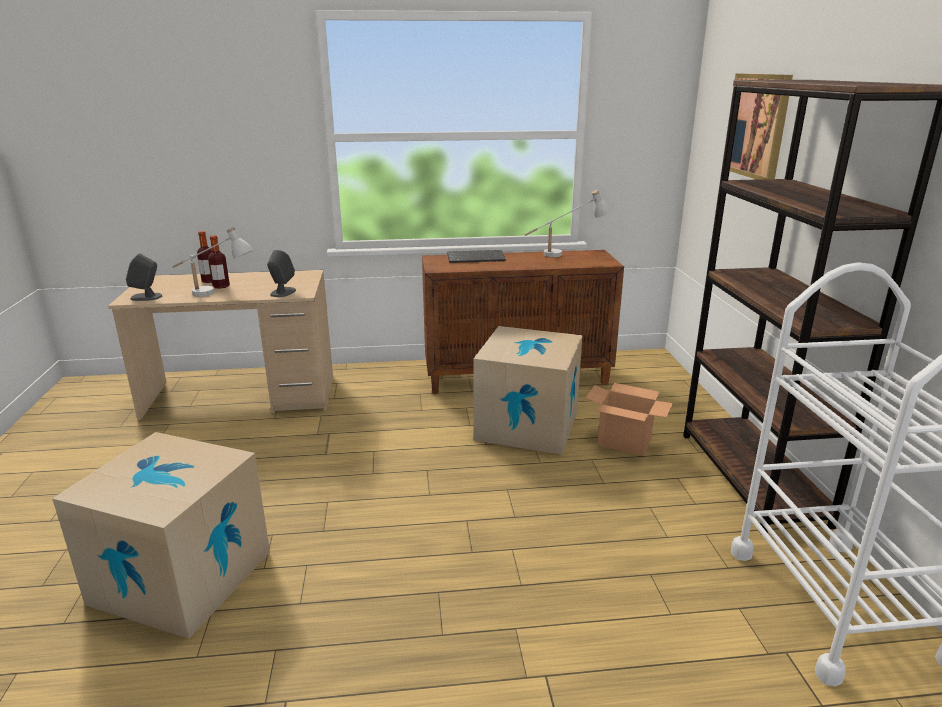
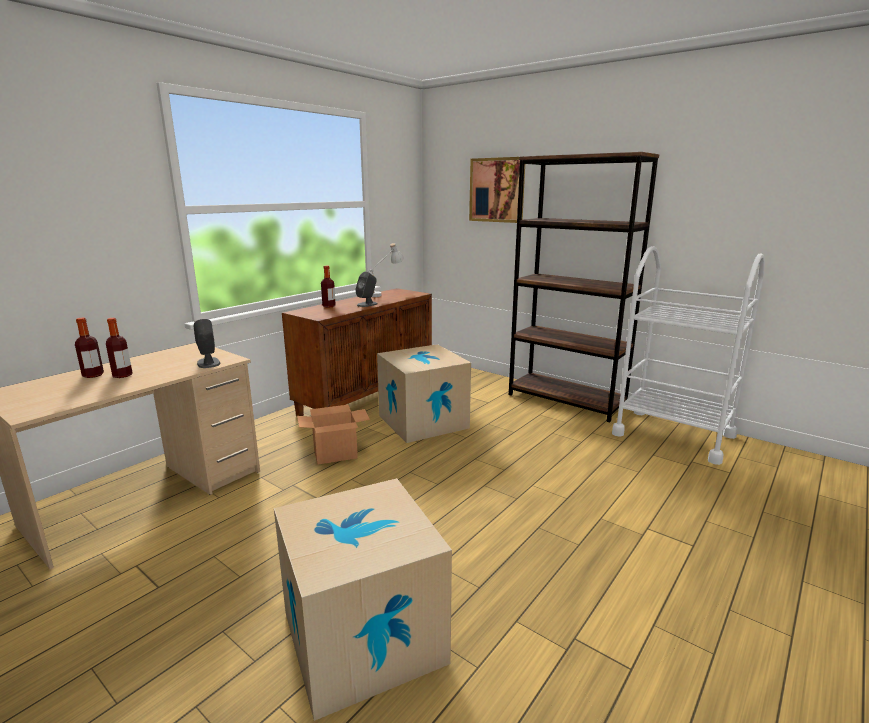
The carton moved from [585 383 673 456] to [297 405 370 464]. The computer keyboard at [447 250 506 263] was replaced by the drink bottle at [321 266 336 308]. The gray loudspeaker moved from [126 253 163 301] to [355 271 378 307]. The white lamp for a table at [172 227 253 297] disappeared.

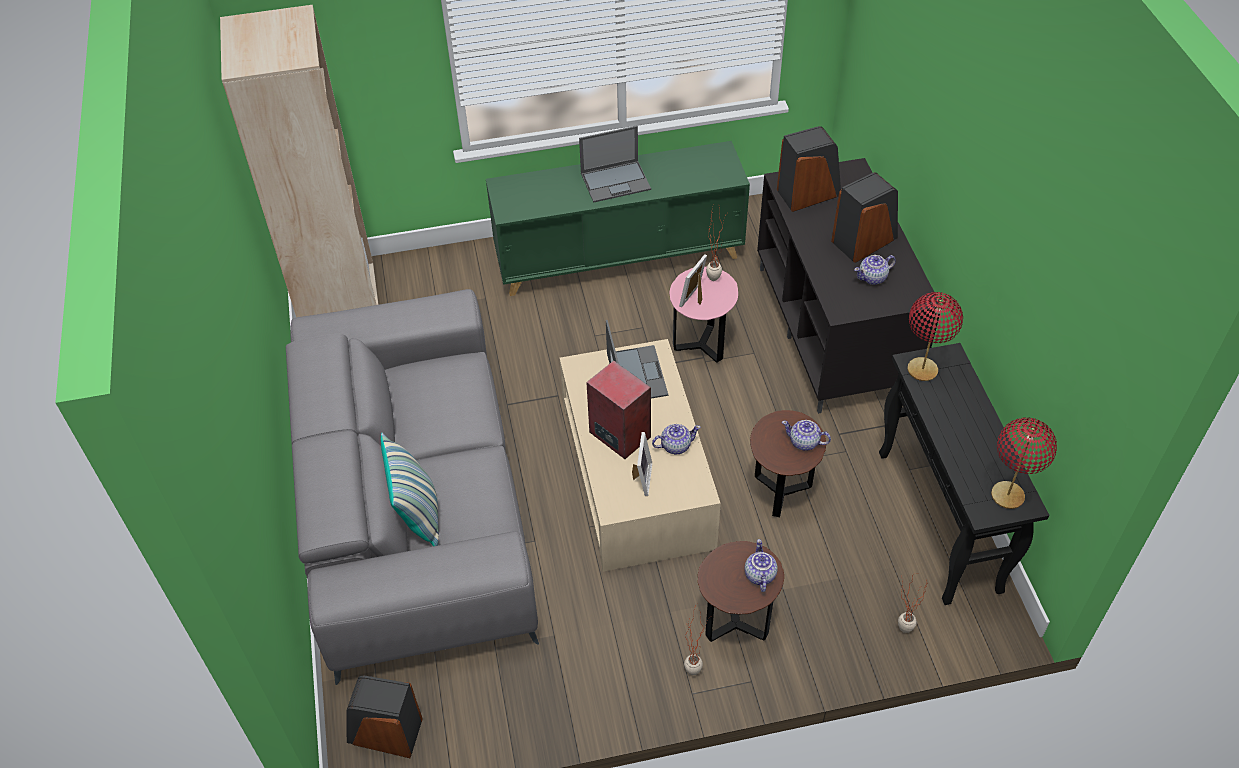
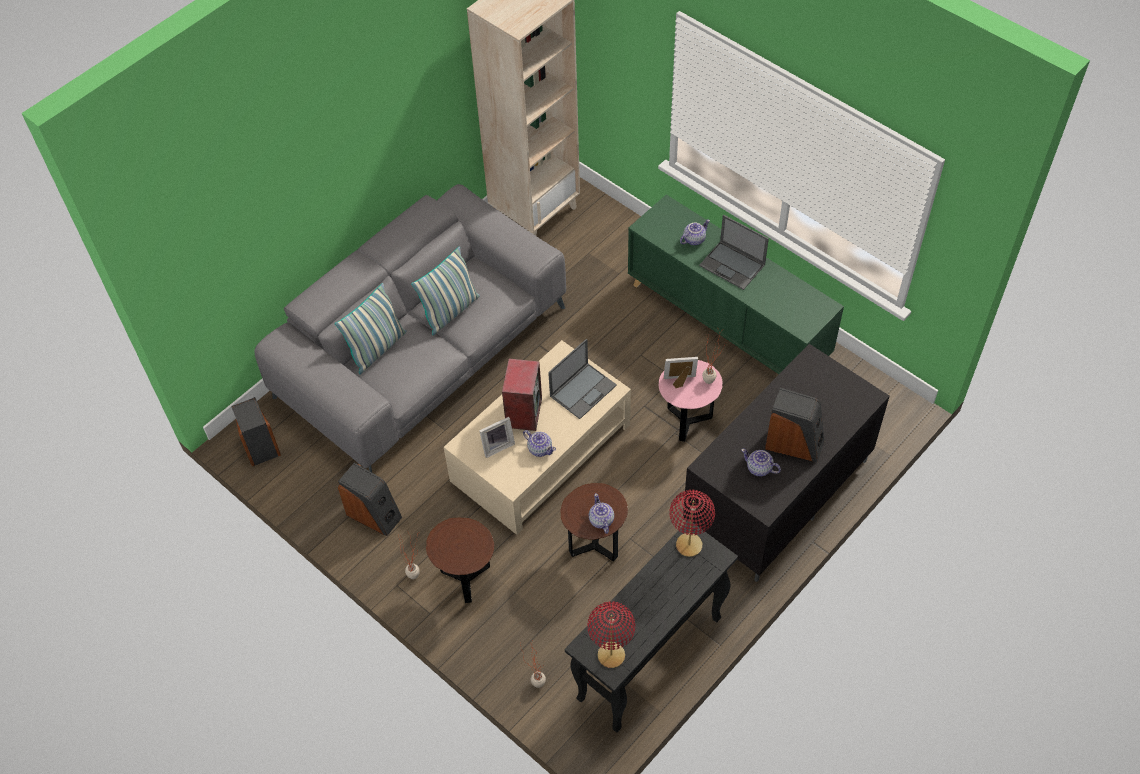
The loudspeaker moved from [777 126 841 212] to [338 463 402 536]. The throw pillow at [411 246 480 335] appeared. The tea pot moved from [745 539 778 592] to [680 220 710 245].

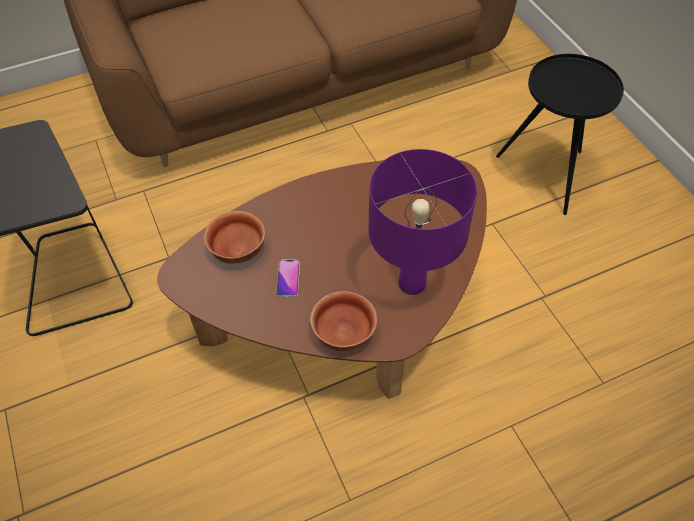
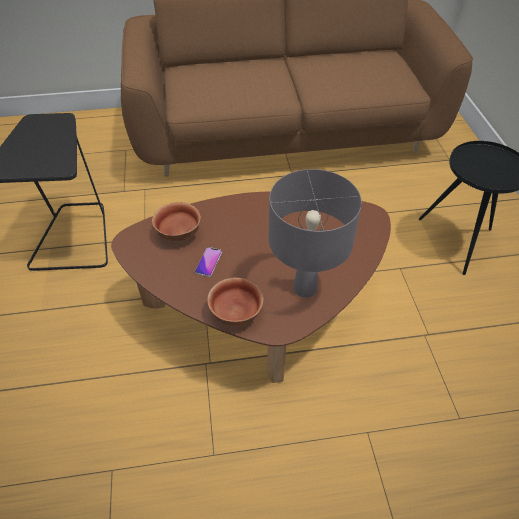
The purple-coloured lamp for a table at [369 149 477 295] became the gray lamp for a table at [269 169 362 298].

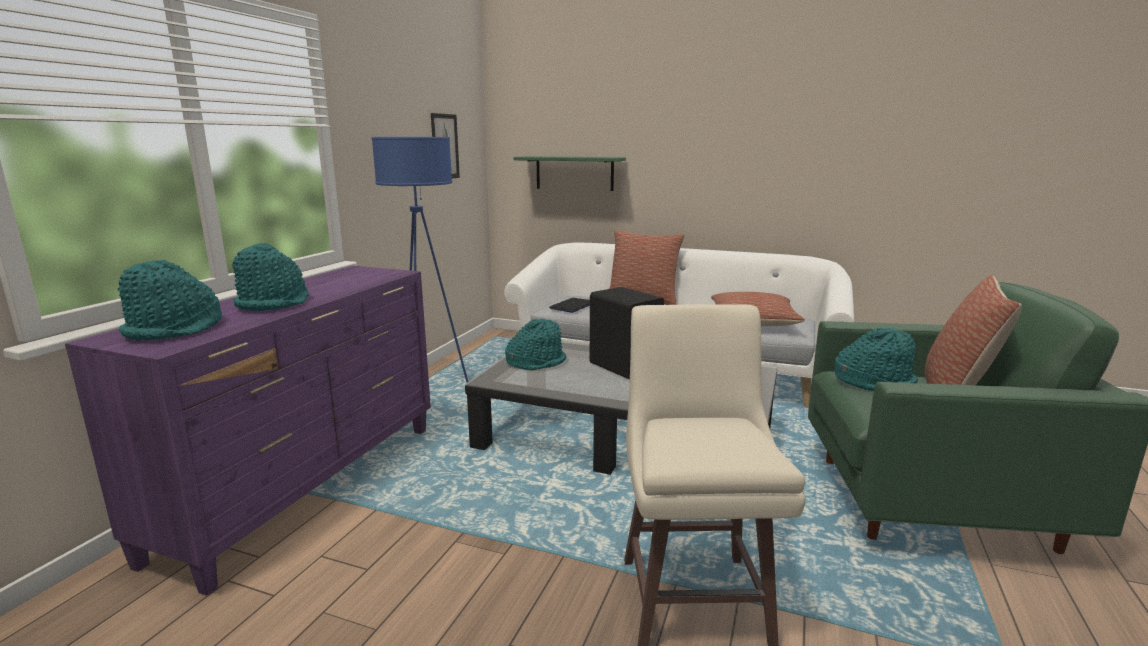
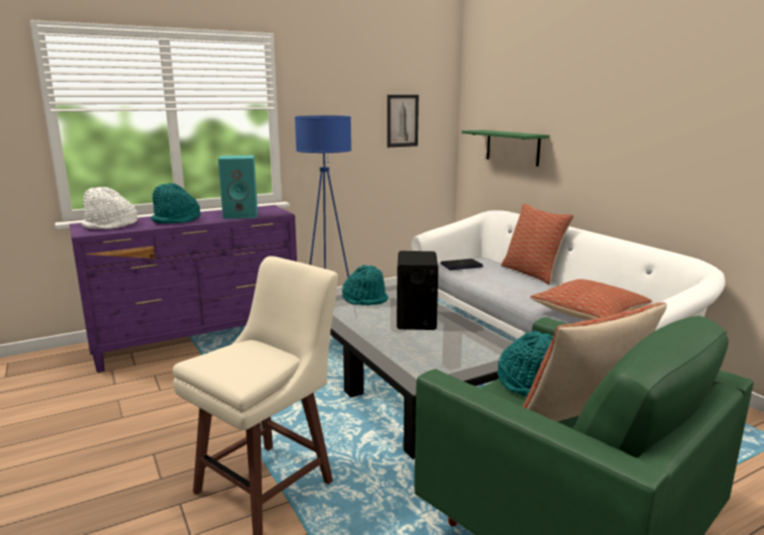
The turquoise-coloured hat at [118 260 222 340] became the white hat at [81 187 138 229]. The turquoise-coloured loudspeaker at [218 155 258 219] appeared.

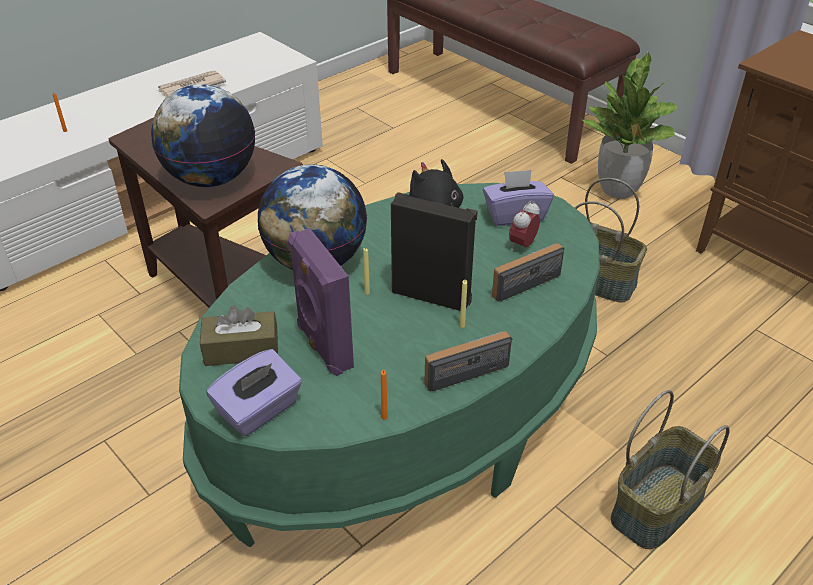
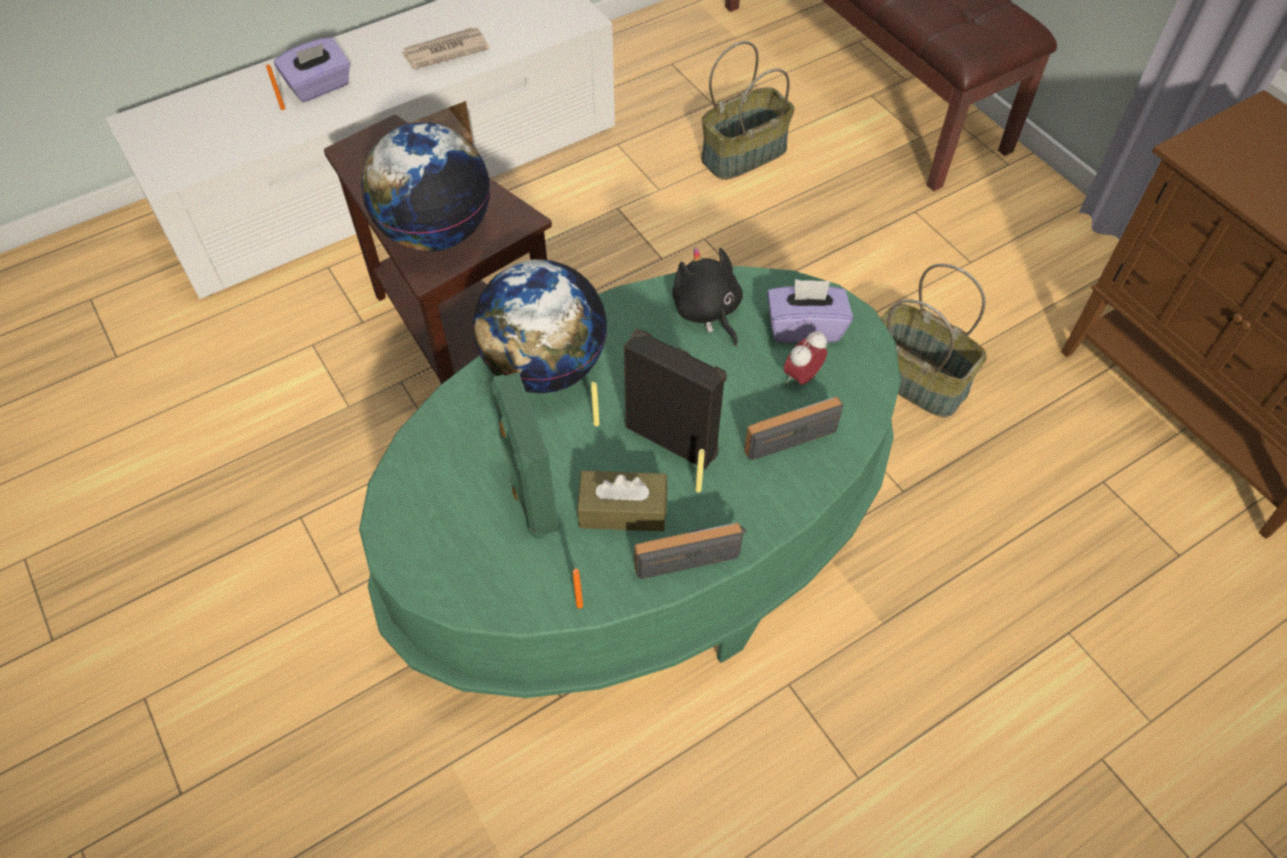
The purple-coloured tissue box moved from [206 349 302 436] to [274 38 350 102]. The purple-coloured loudspeaker at [288 228 354 376] became the greenish loudspeaker at [490 372 559 539]. The brownish tissue box moved from [200 305 278 366] to [577 471 667 531]. The basket moved from [611 390 730 549] to [701 41 795 180]. The plant in a pot at [581 51 678 199] disappeared.

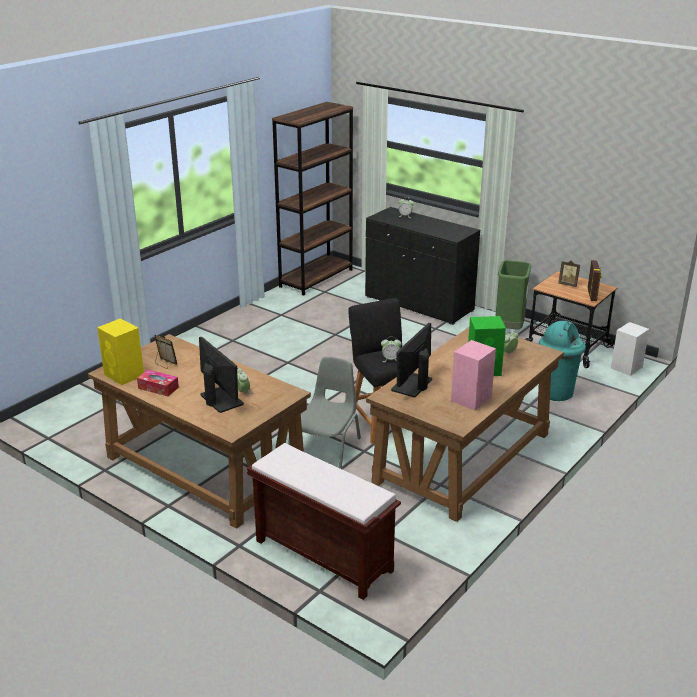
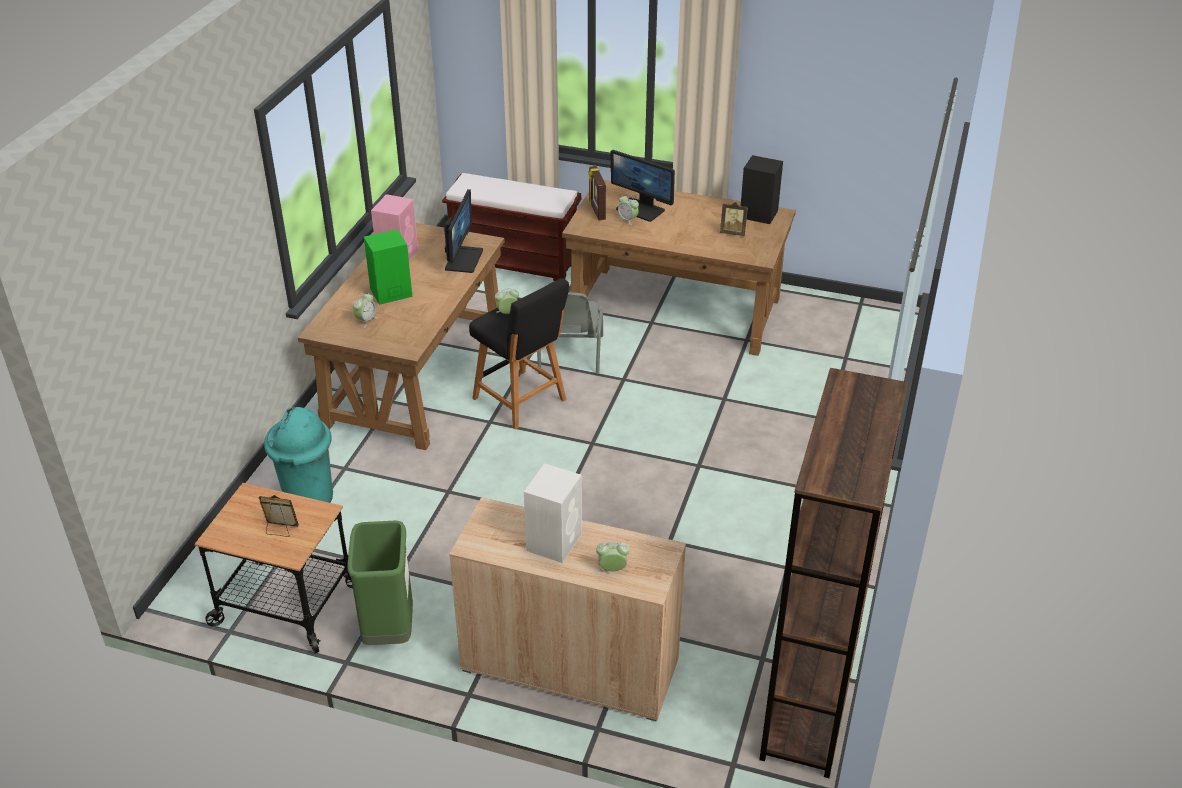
The blackish cabinet at [365 207 480 325] became the beige cabinet at [449 497 686 721]. The white loudspeaker moved from [611 322 649 376] to [524 463 582 563]. The photo frame moved from [587 260 602 301] to [588 166 606 220]. The yellow-coloured loudspeaker at [97 318 144 385] became the blackish loudspeaker at [741 155 783 224]. The tissue box at [137 370 179 396] disappeared.

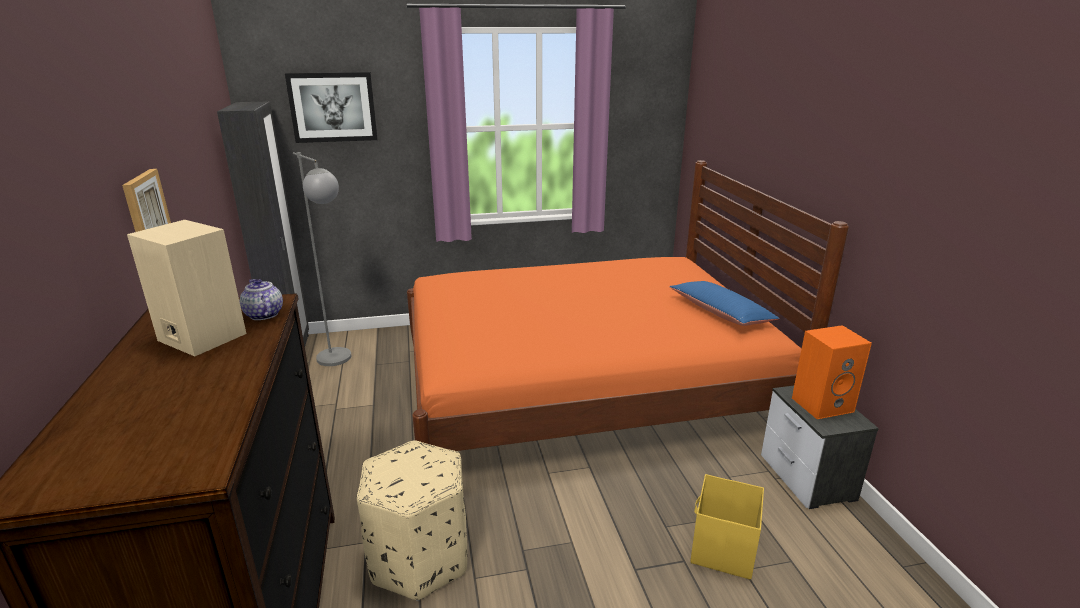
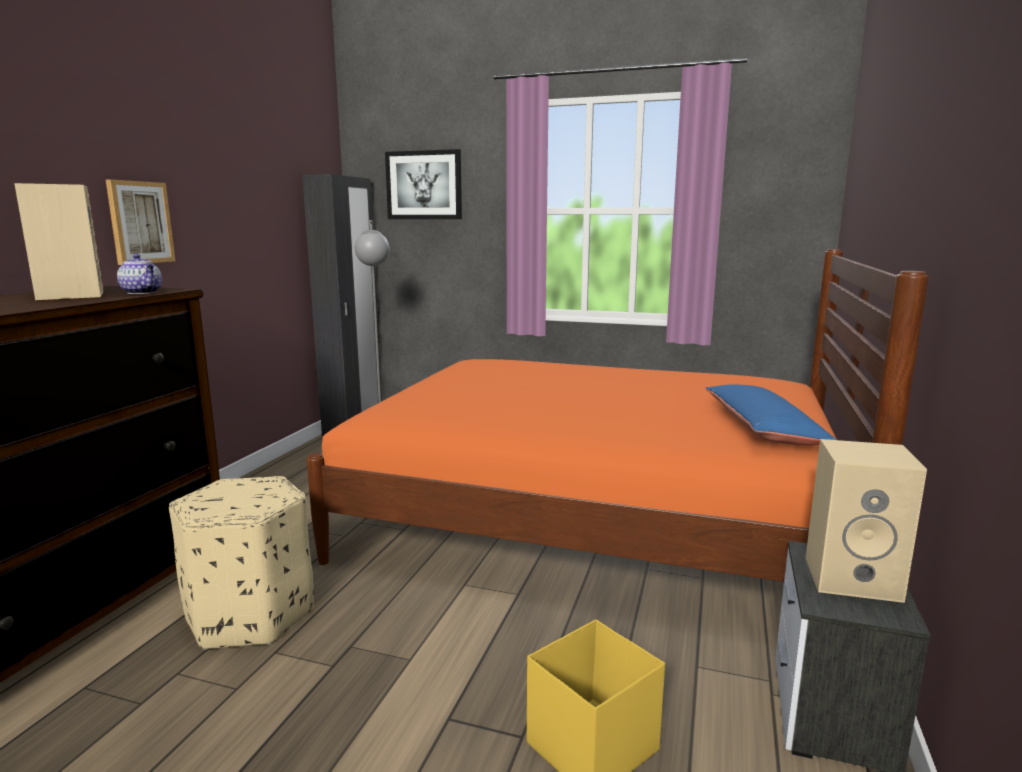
The tea pot at [240 279 283 320] turned 135 degrees clockwise. The orange-coloured loudspeaker at [792 325 872 419] became the beige loudspeaker at [806 439 927 603].

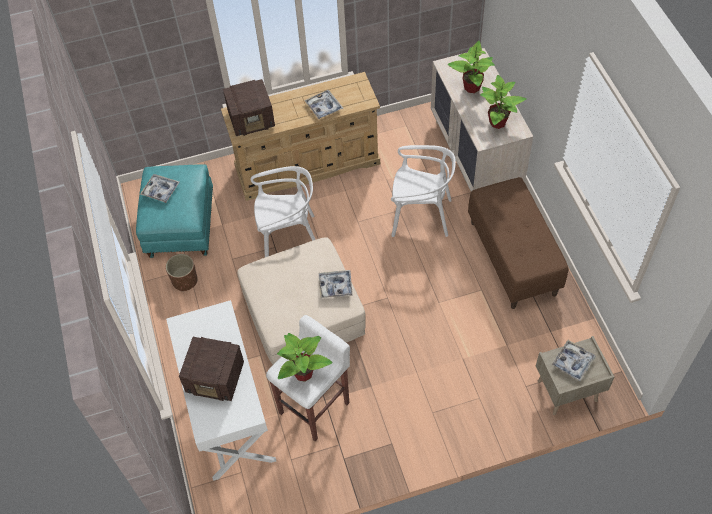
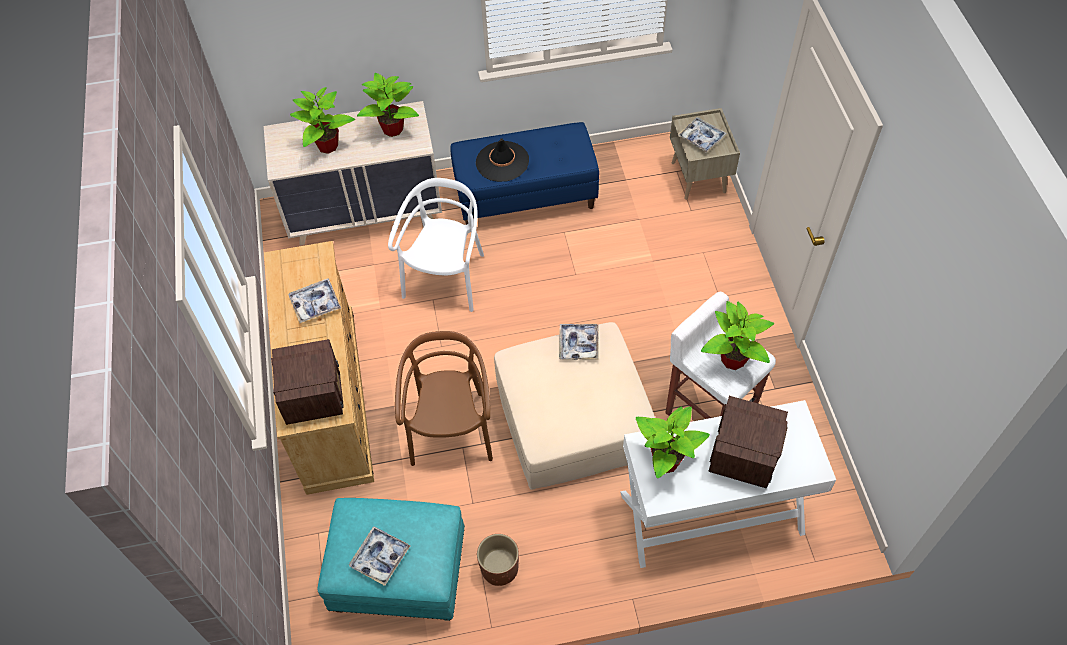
The white upright chair at [251 166 316 257] became the brownish upright chair at [395 331 493 466]. The brownish long seat at [468 177 568 309] became the blue long seat at [450 122 599 225]. The blackish hat at [476 138 529 182] appeared. The plant in a pot at [636 406 710 478] appeared.

